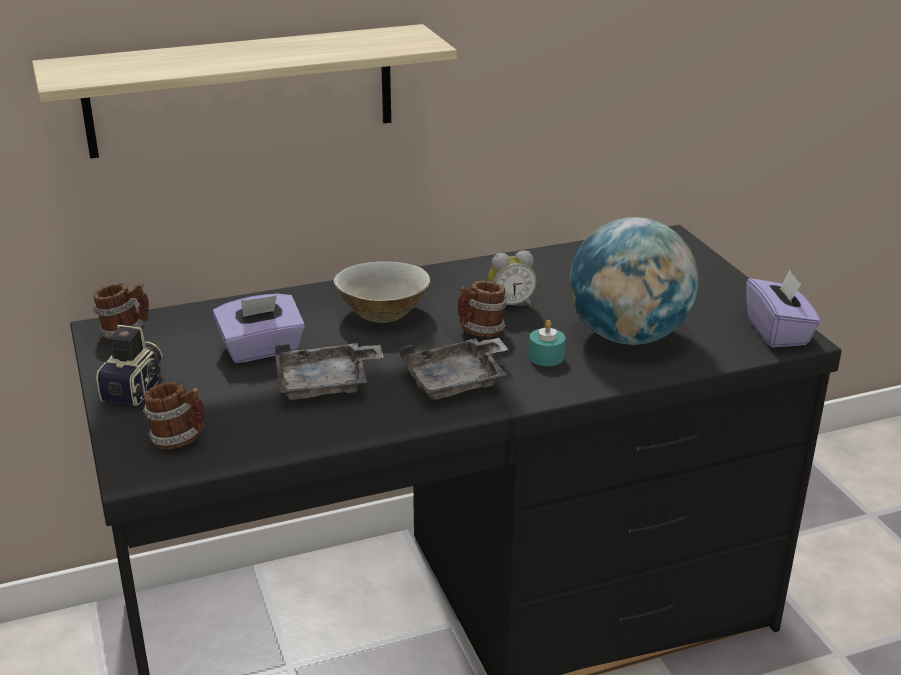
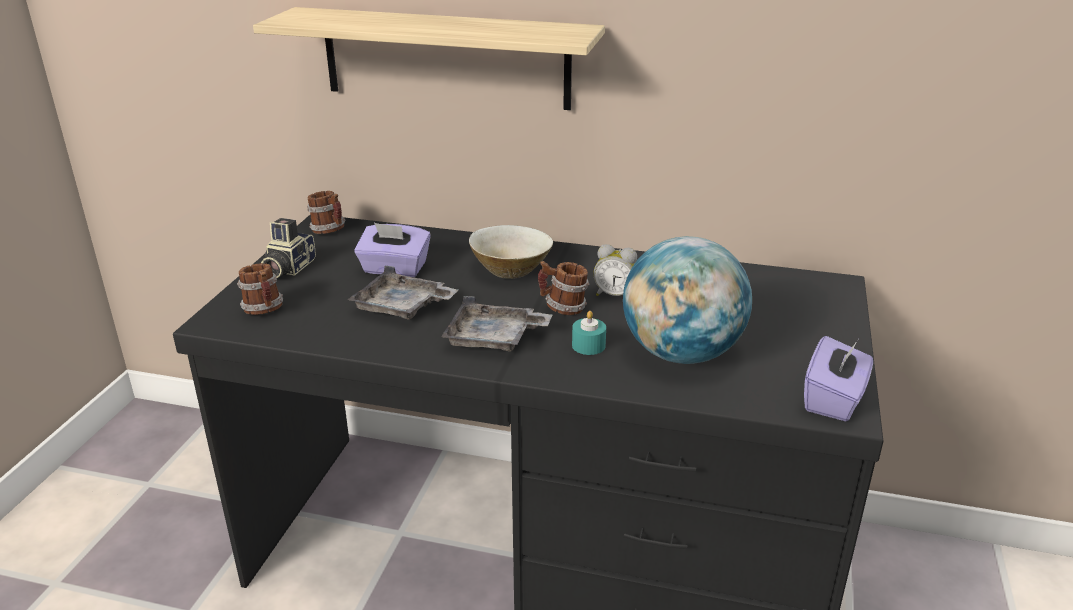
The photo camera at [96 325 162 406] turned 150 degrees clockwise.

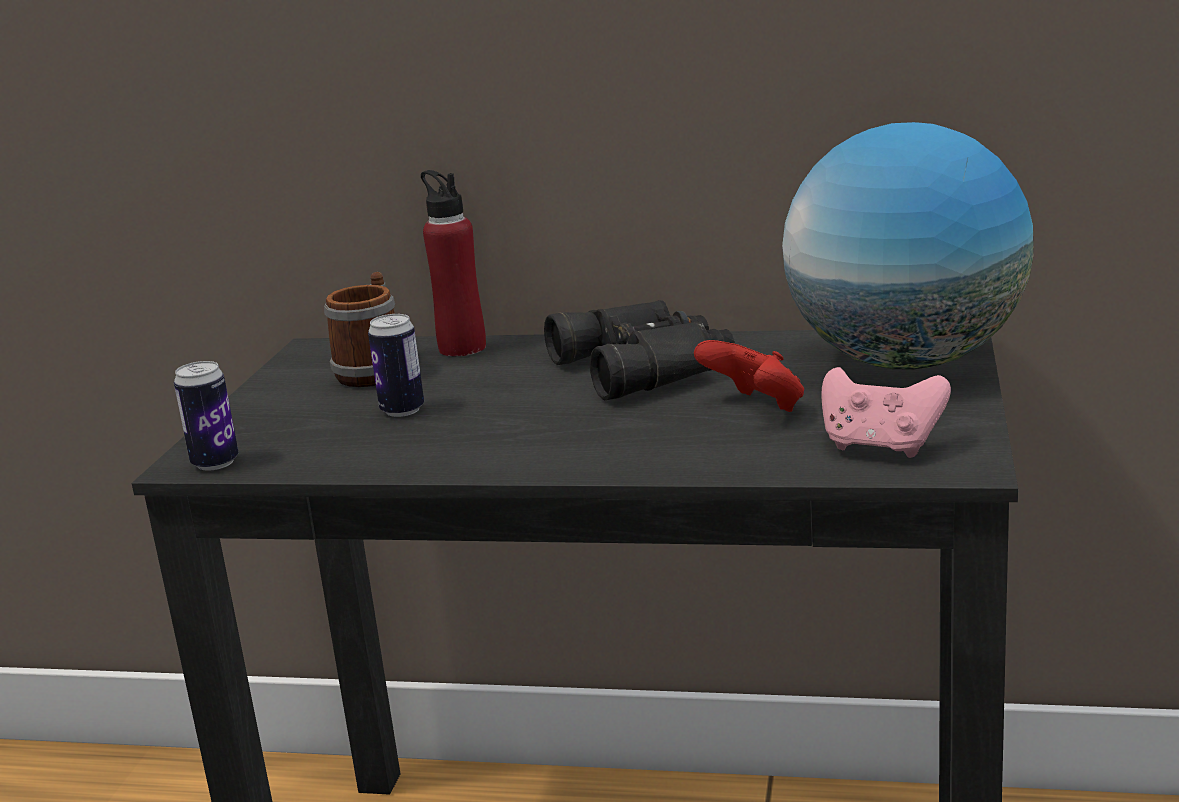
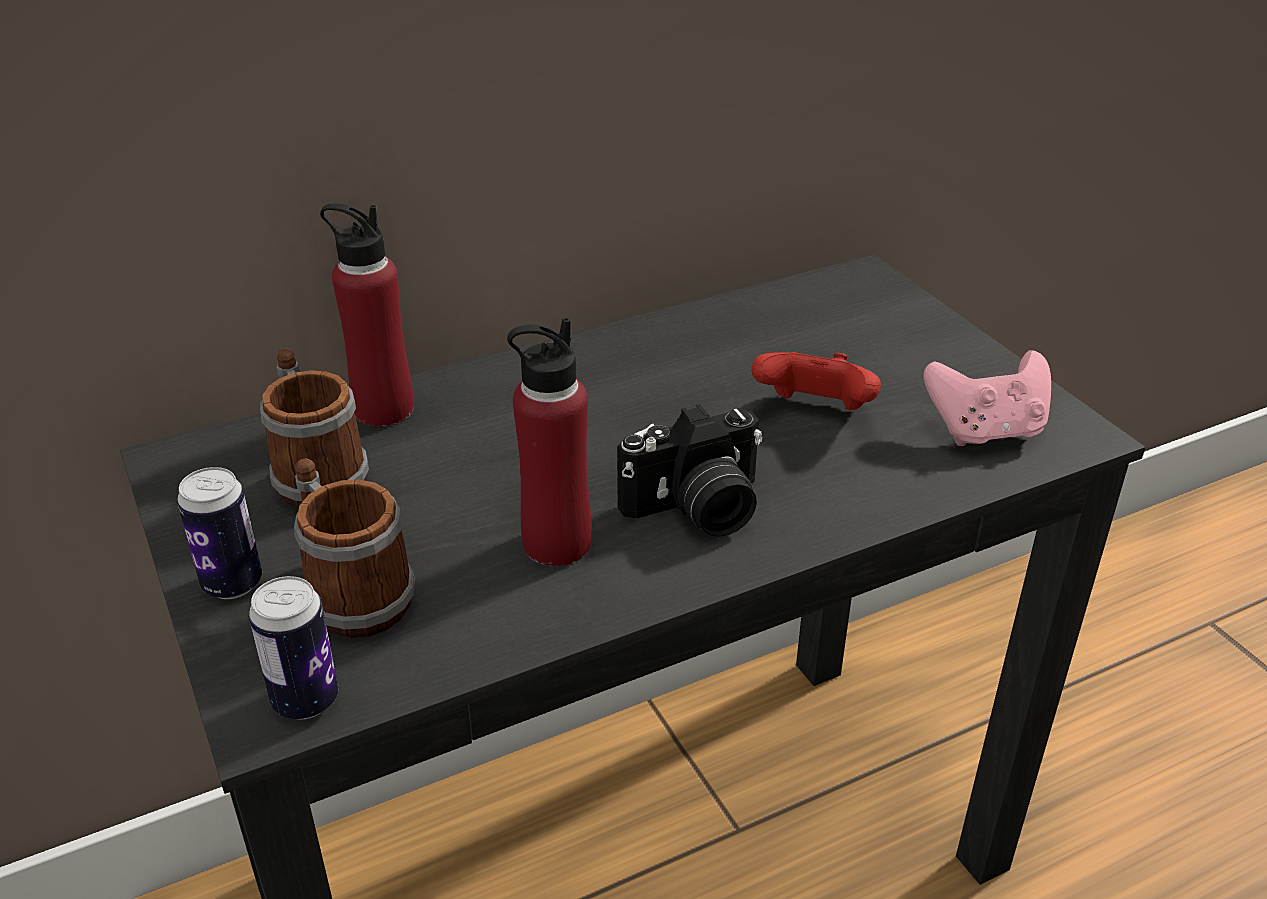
The metal can moved from [368 314 424 417] to [177 467 262 599]. The mug at [294 459 415 638] appeared. The reddish drink bottle at [507 318 592 566] appeared. The photo camera at [617 404 762 537] appeared. The blackish binoculars at [544 300 735 400] disappeared. The globe at [782 122 1034 370] disappeared.

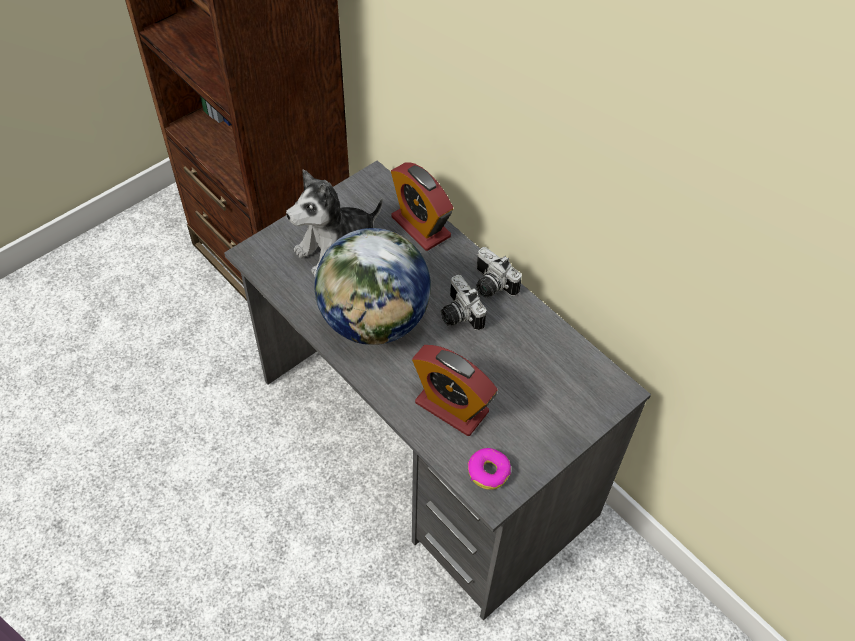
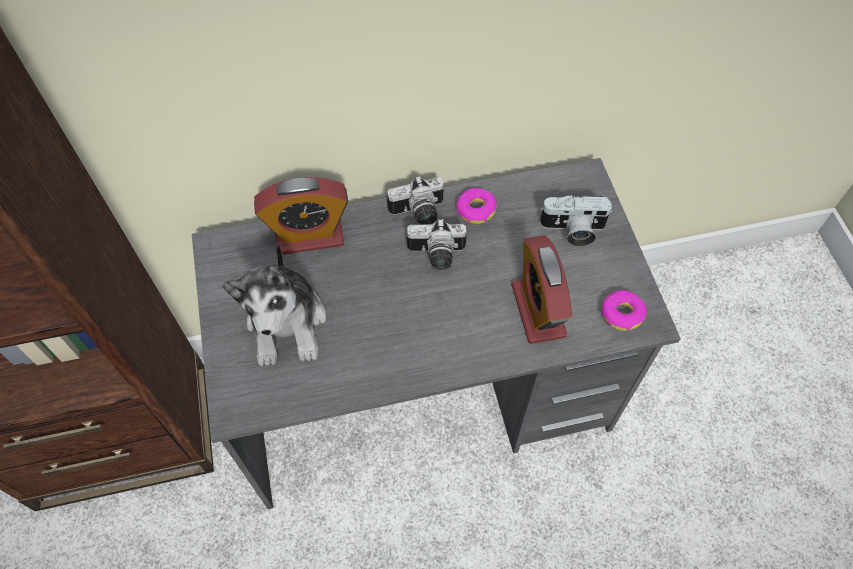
The doughnut at [456 188 497 224] appeared. The alarm clock at [412 345 498 436] turned 105 degrees clockwise. The photo camera at [540 195 612 247] appeared. The globe at [314 228 431 345] disappeared.

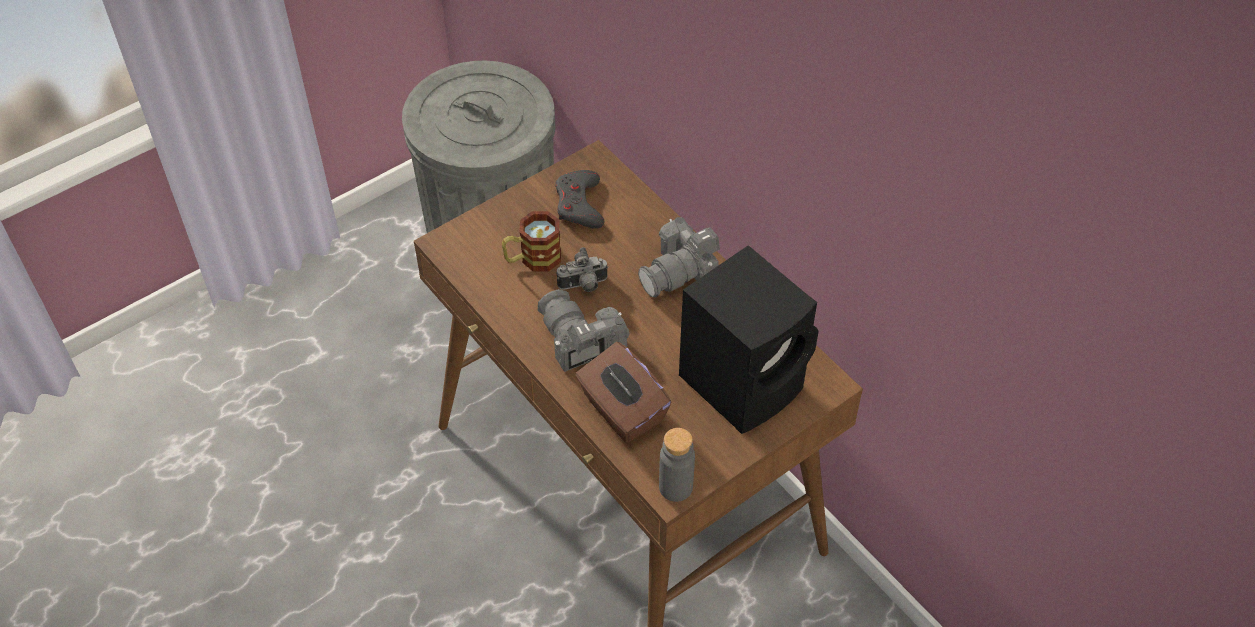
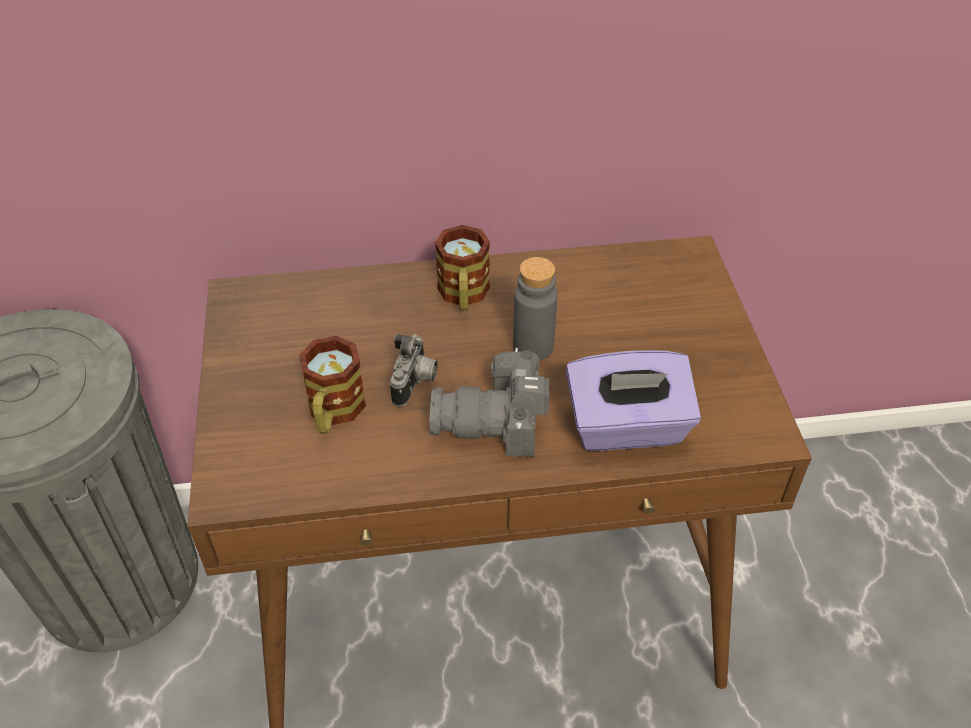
The photo camera at [638 217 720 297] was replaced by the mug at [435 225 490 311]. The gray drink bottle moved from [659 428 695 502] to [513 257 558 361]. The brownish tissue box at [575 342 672 443] became the purple-coloured tissue box at [566 350 701 451]. The gray joypad at [555 170 604 229] disappeared. The blackish loudspeaker at [679 245 819 434] disappeared.

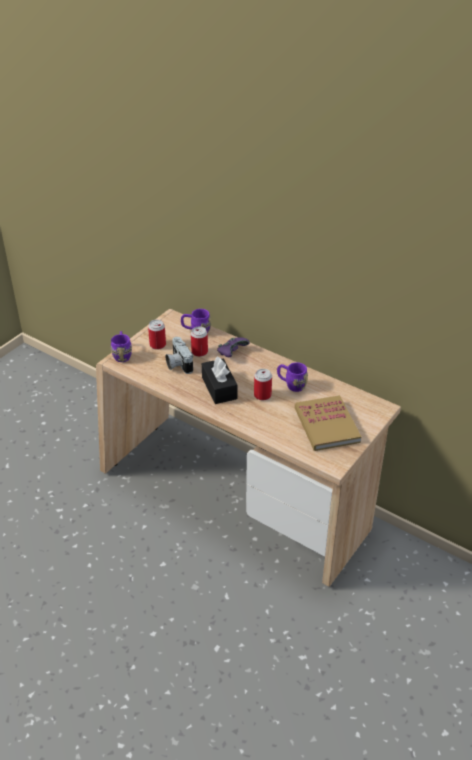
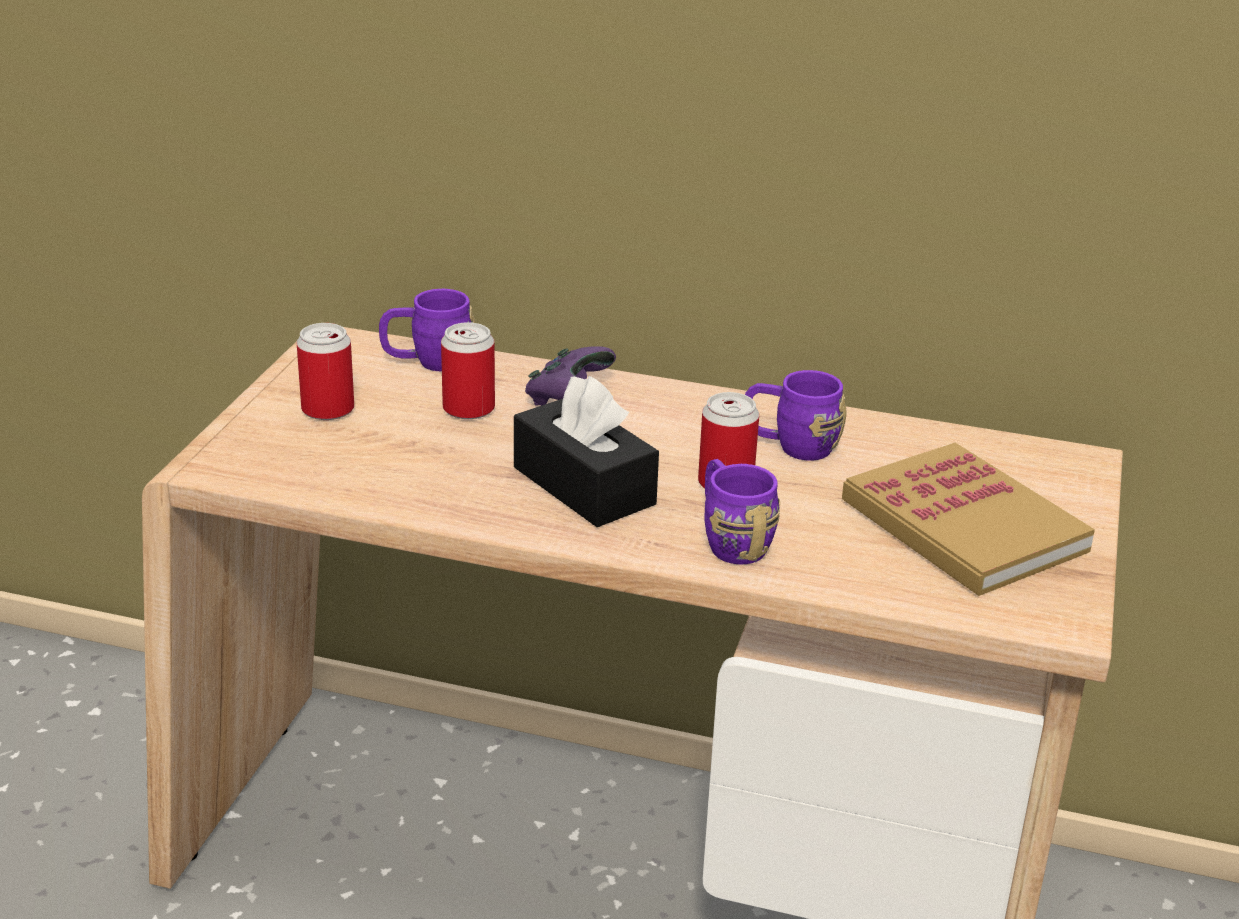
The purple-coloured mug moved from [111 331 132 362] to [704 459 780 564]. The photo camera at [166 337 193 374] disappeared.

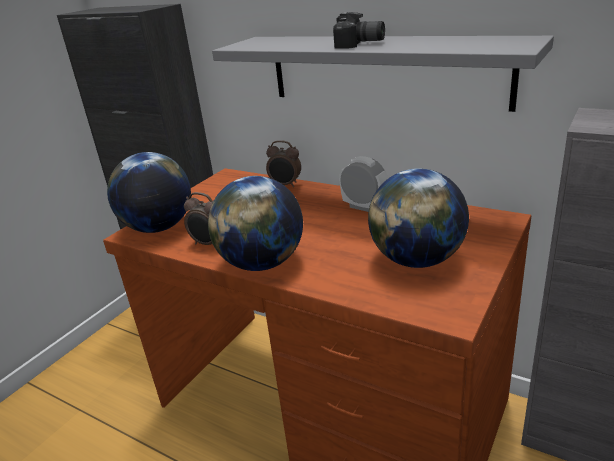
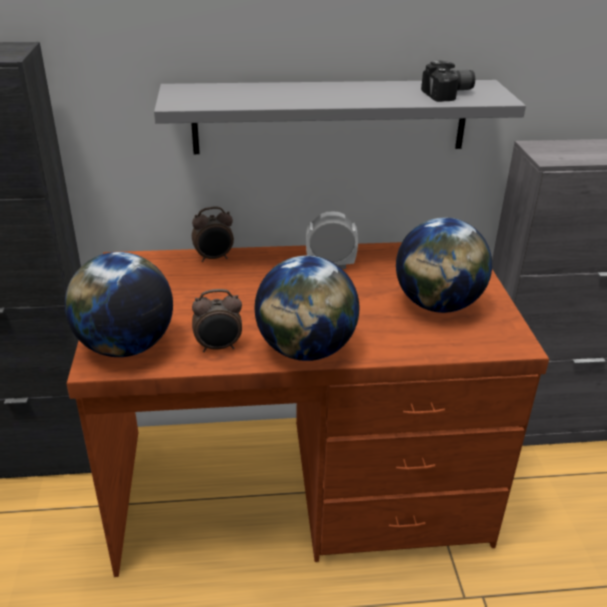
The photo camera moved from [333 12 385 49] to [421 61 475 102].

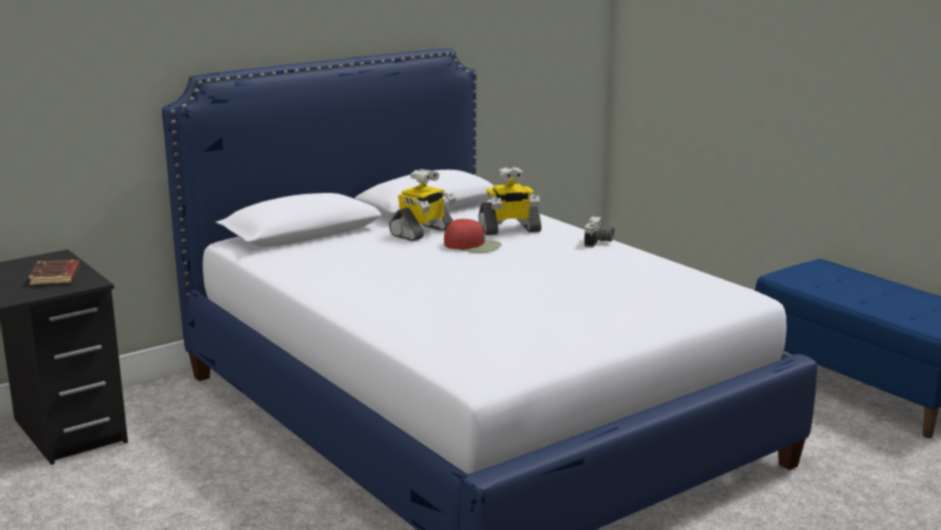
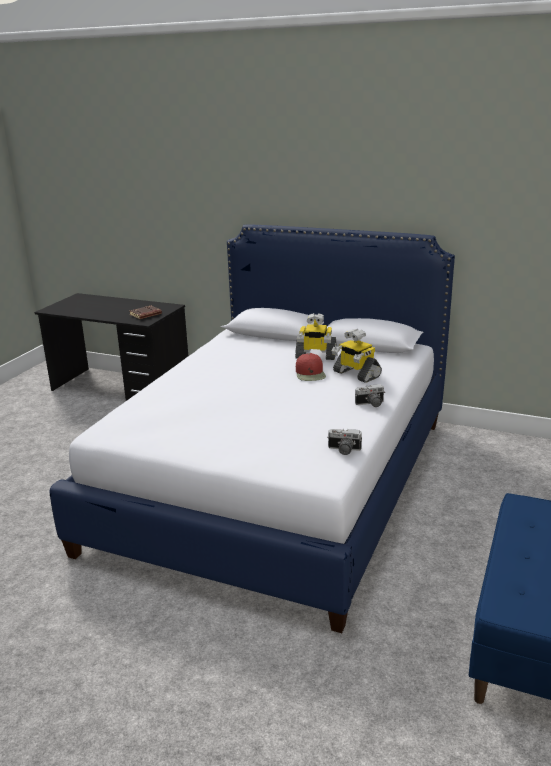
The photo camera at [328 429 362 455] appeared.

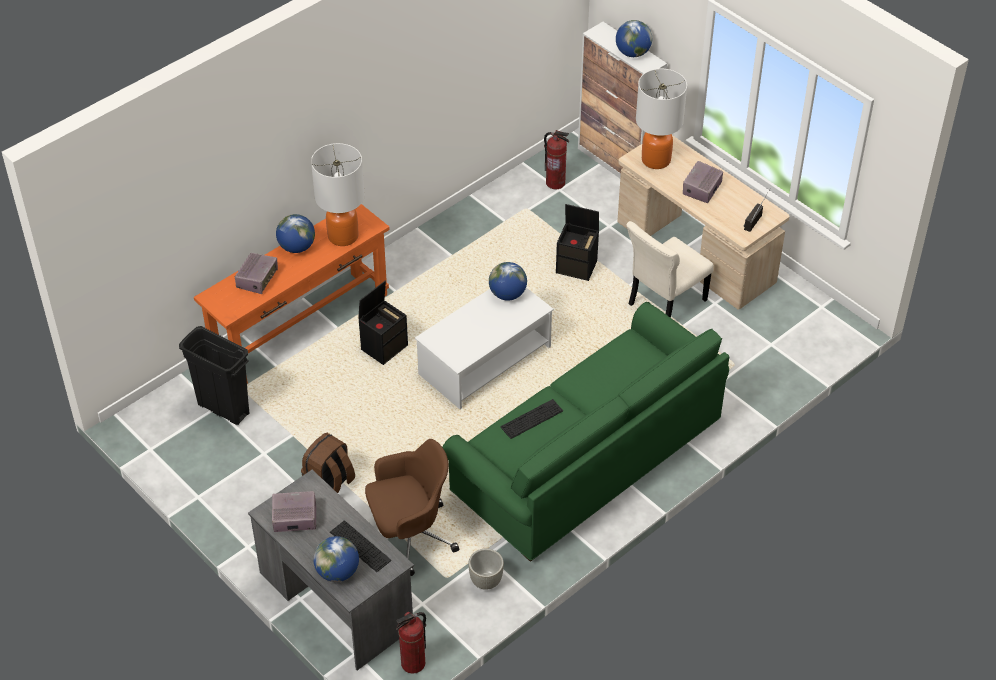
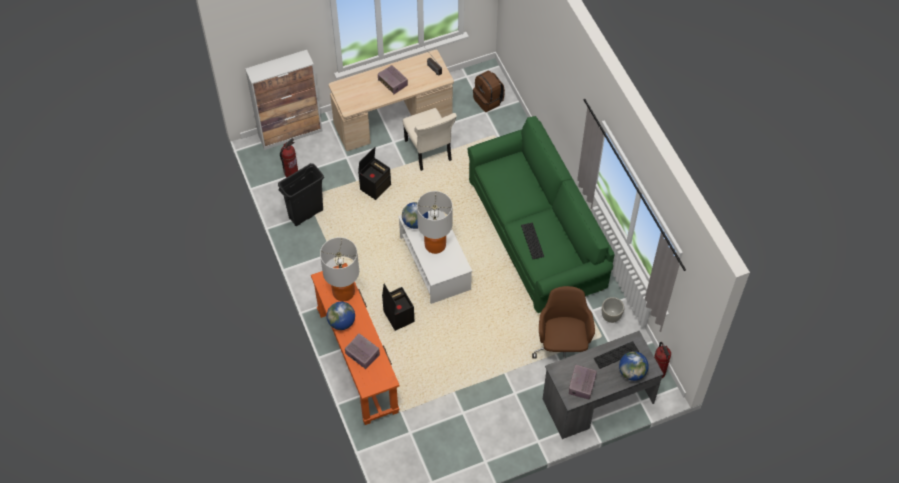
The blackish trash can moved from [179 326 249 425] to [278 163 324 226]. The lamp for a table moved from [636 69 687 169] to [417 191 452 254]. The brownish knapsack moved from [301 433 355 493] to [473 71 505 112]. The globe at [616 20 652 57] disappeared.

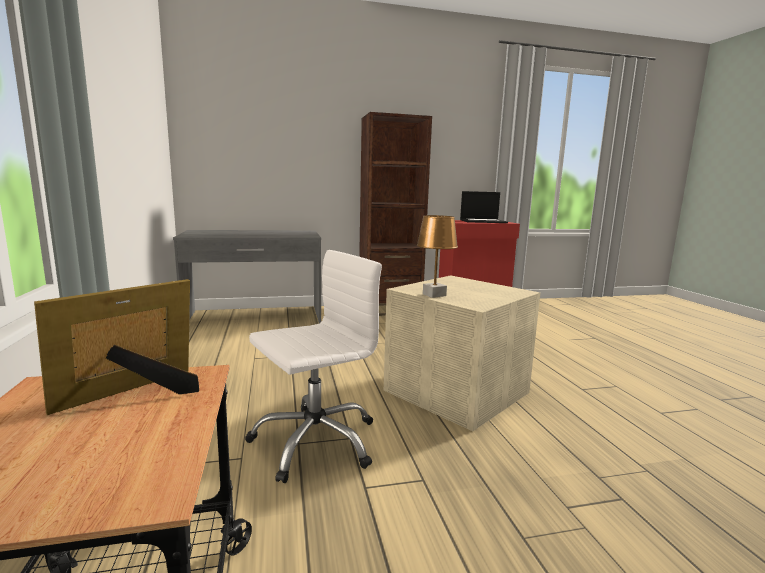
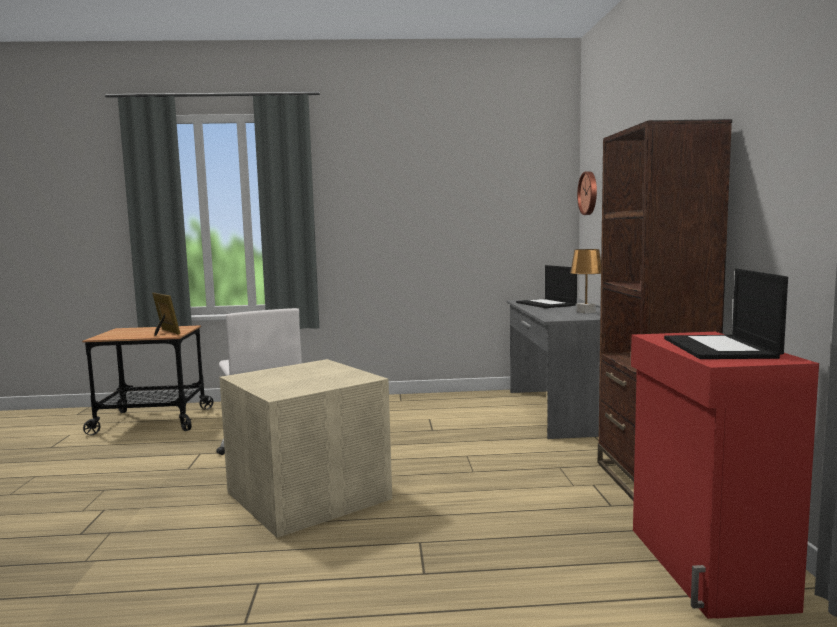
The portable computer at [516 265 577 308] appeared. The brownish lamp for a table moved from [417 215 458 298] to [570 249 601 313]. The clock on the wall at [577 171 597 215] appeared.

